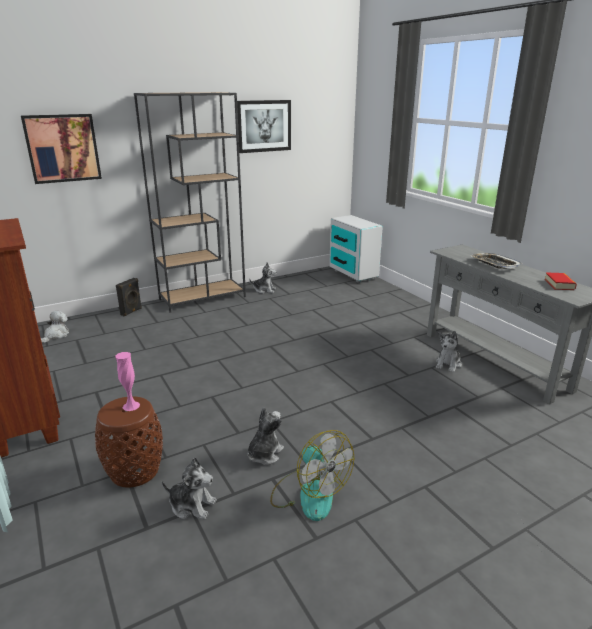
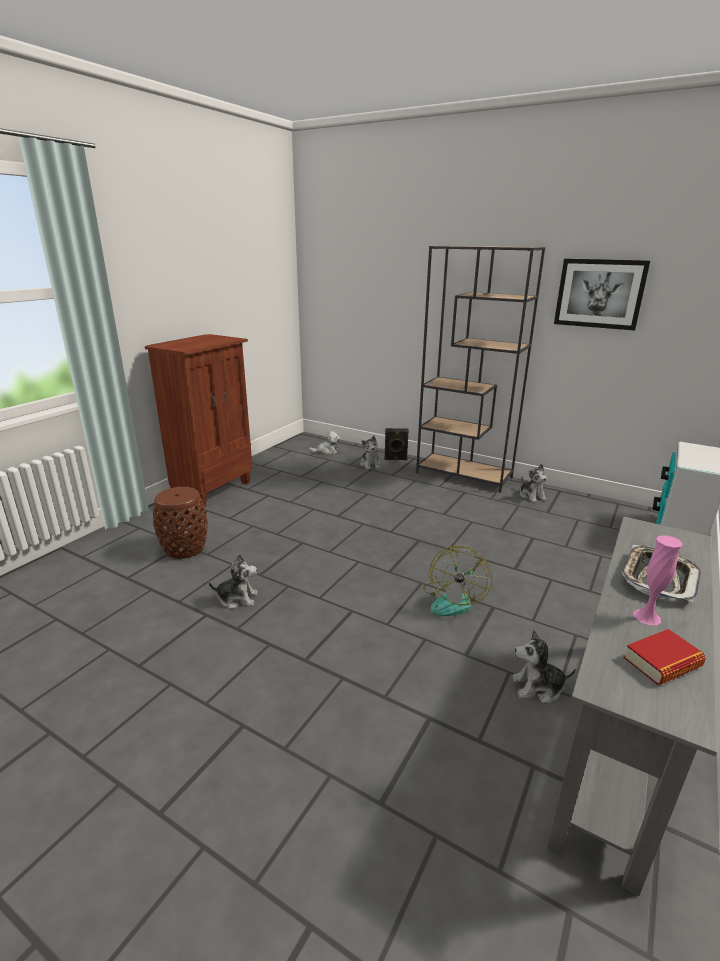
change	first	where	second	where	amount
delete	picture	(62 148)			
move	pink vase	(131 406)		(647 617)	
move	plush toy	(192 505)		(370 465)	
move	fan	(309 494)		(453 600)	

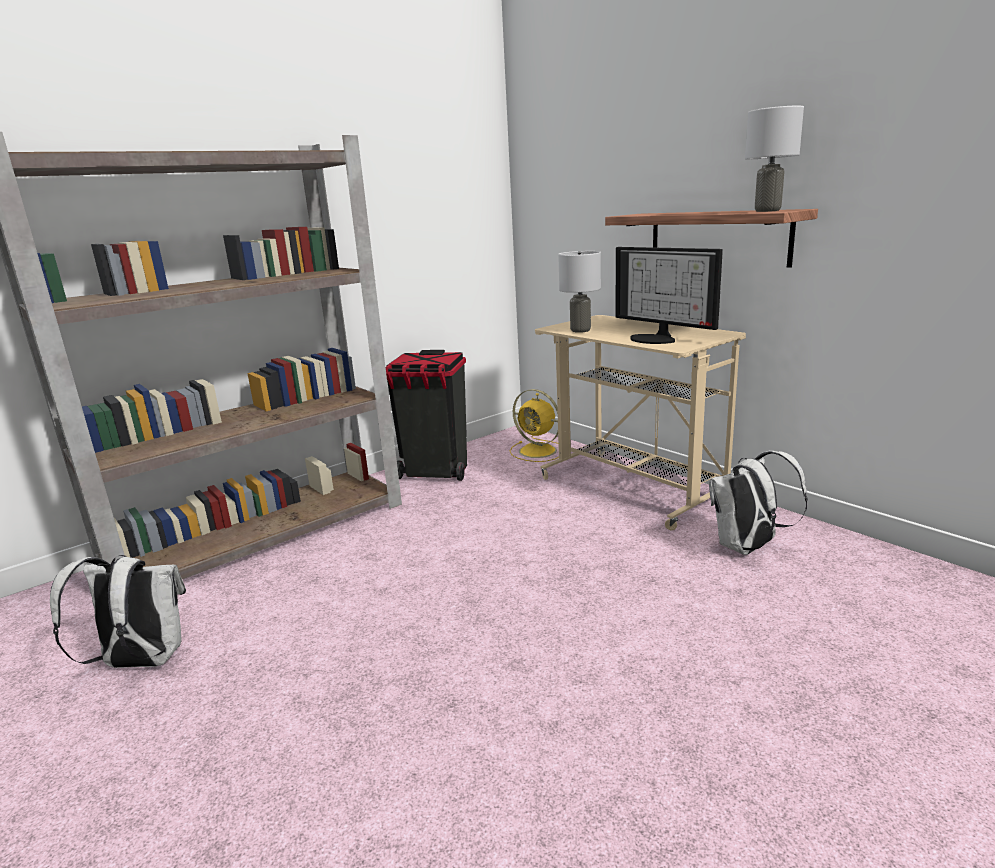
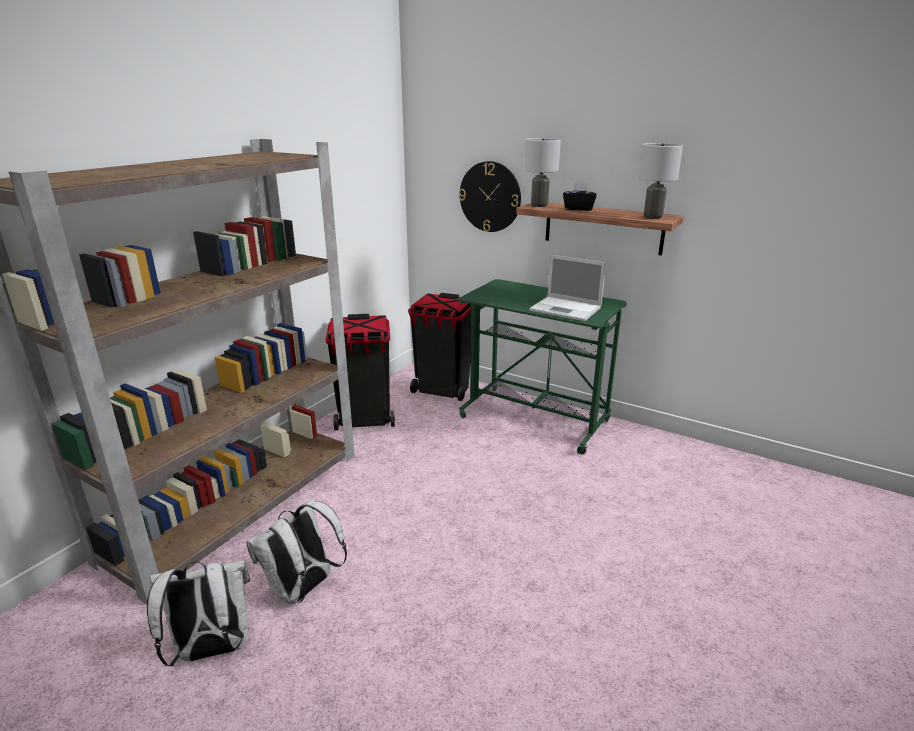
change	first	where	second	where	amount
replace	yellow fan	(539 451)	black trash can	(442 390)	
recolor	beige desk	(632 487)	green desk	(535 419)	
move	white table lamp	(581 330)		(540 205)	
replace	monitor	(656 338)	laptop	(567 309)	
move	white backpack	(747 548)		(303 589)	
insert			wall clock	(490 197)	
insert			black tissue box	(578 209)	

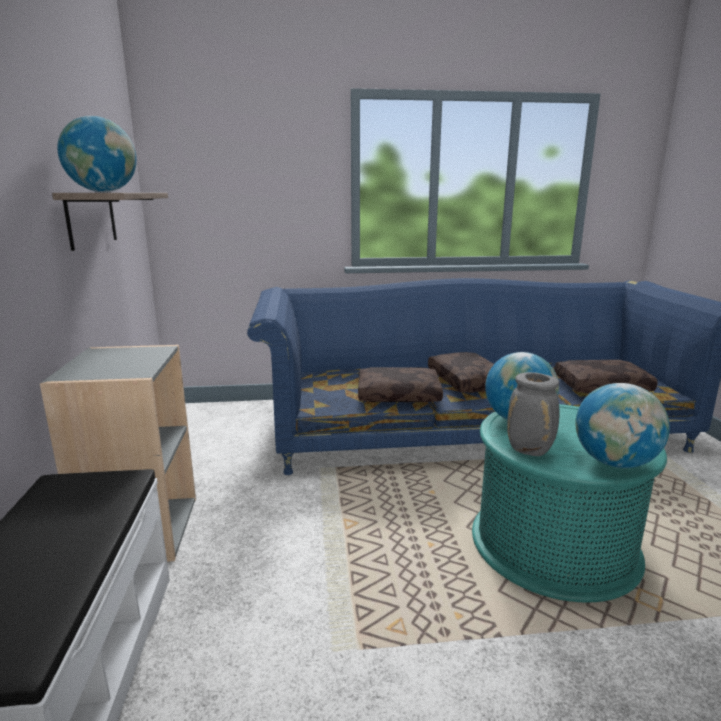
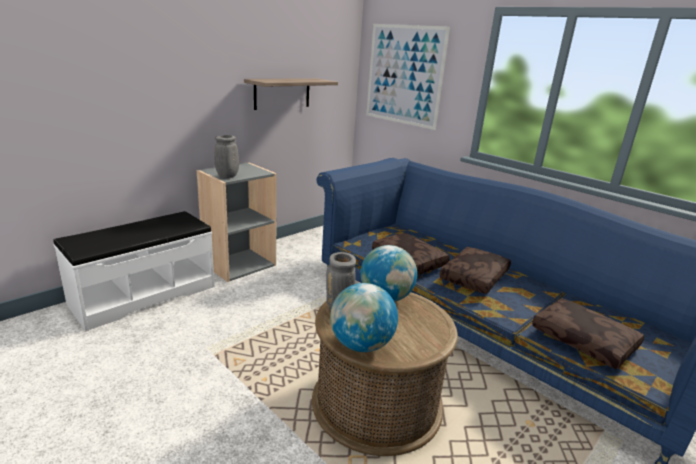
change	first	where	second	where	amount
delete	globe	(103 192)			
recolor	turquoise coffee table	(553 543)	brown coffee table	(376 402)	
insert			grey vase	(227 177)	
insert			picture	(404 75)	

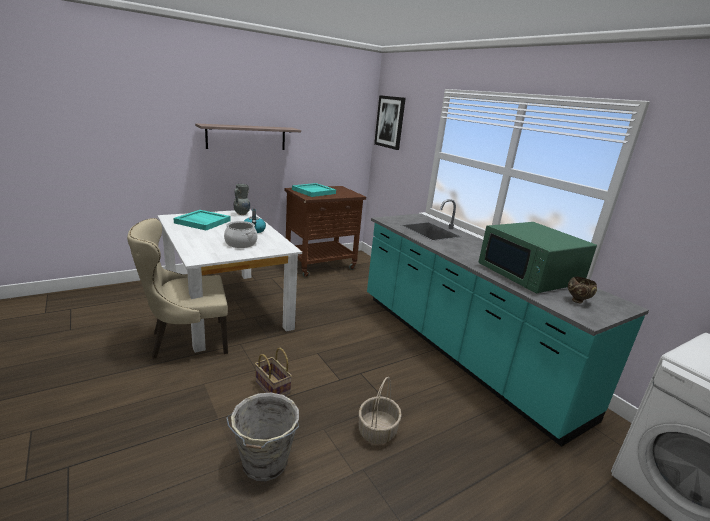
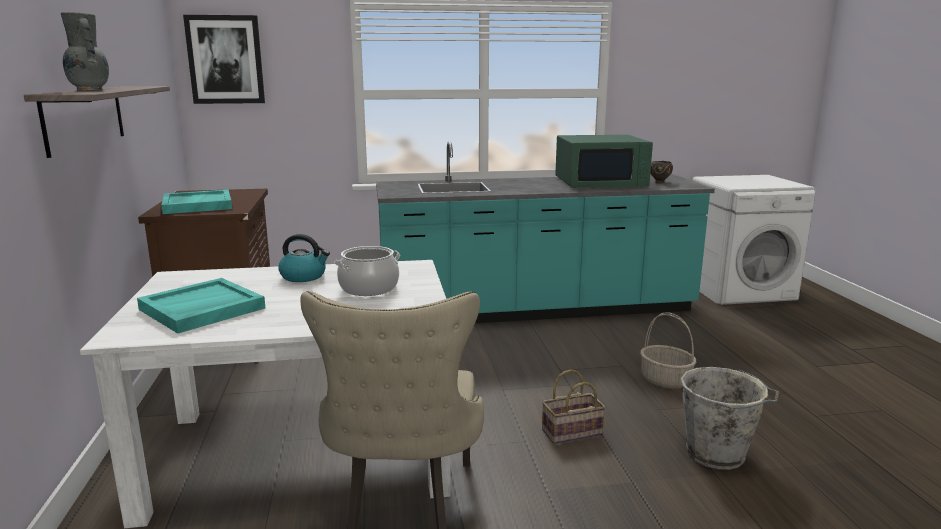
change	first	where	second	where	amount
move	grey vase	(242 214)		(90 90)	

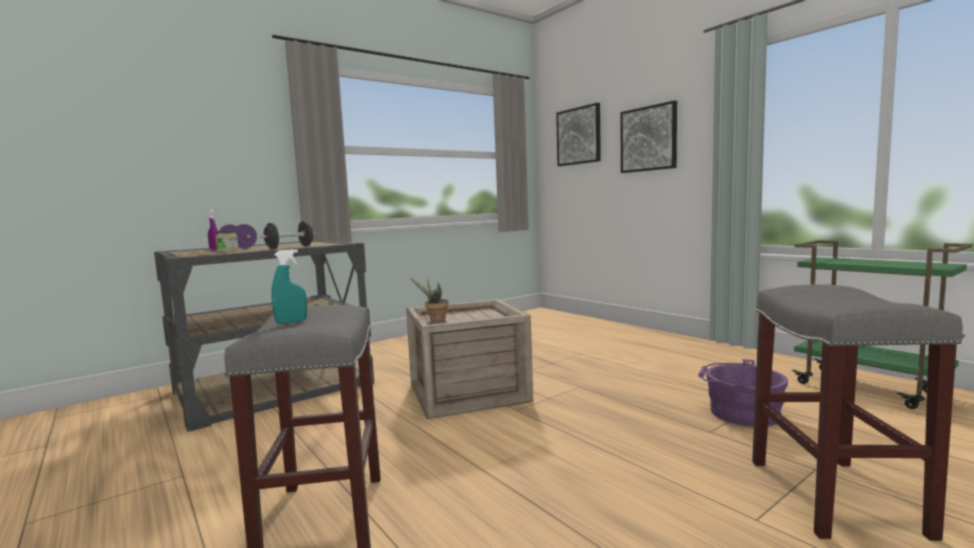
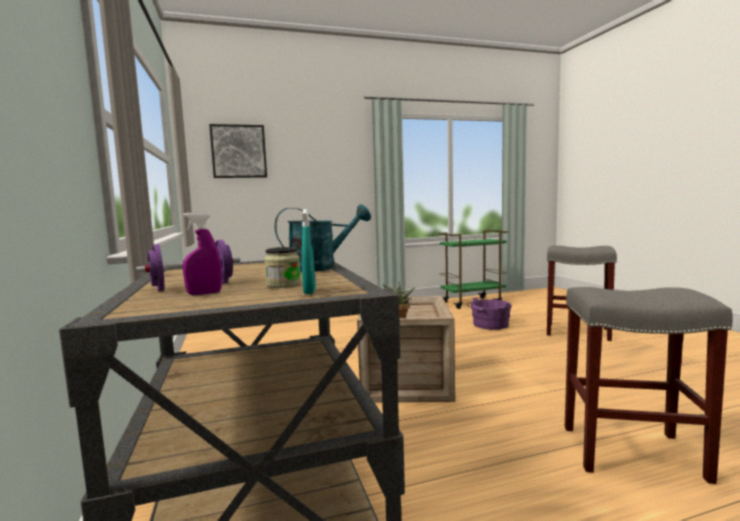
change	first	where	second	where	amount
replace	black dumbbell	(289 247)	turquoise watering can	(321 267)	
move	turquoise spray bottle	(291 322)		(309 291)	
delete	picture	(648 139)			

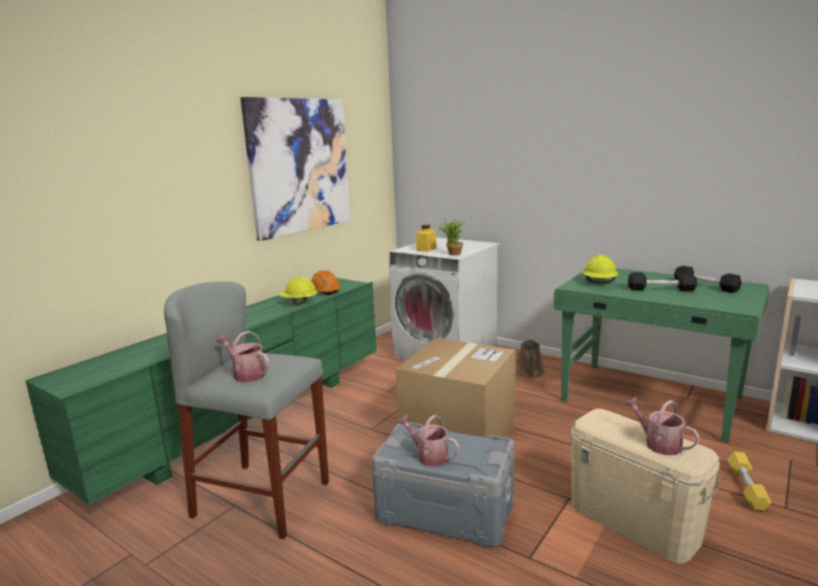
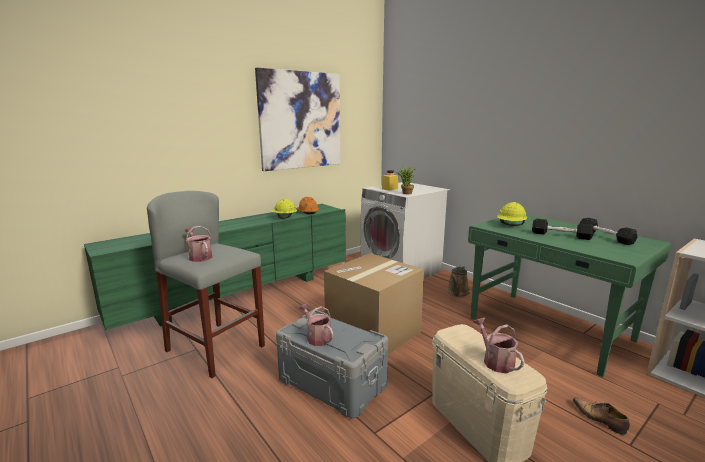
change	first	where	second	where	amount
replace	yellow dumbbell	(746 488)	shoe	(599 419)	

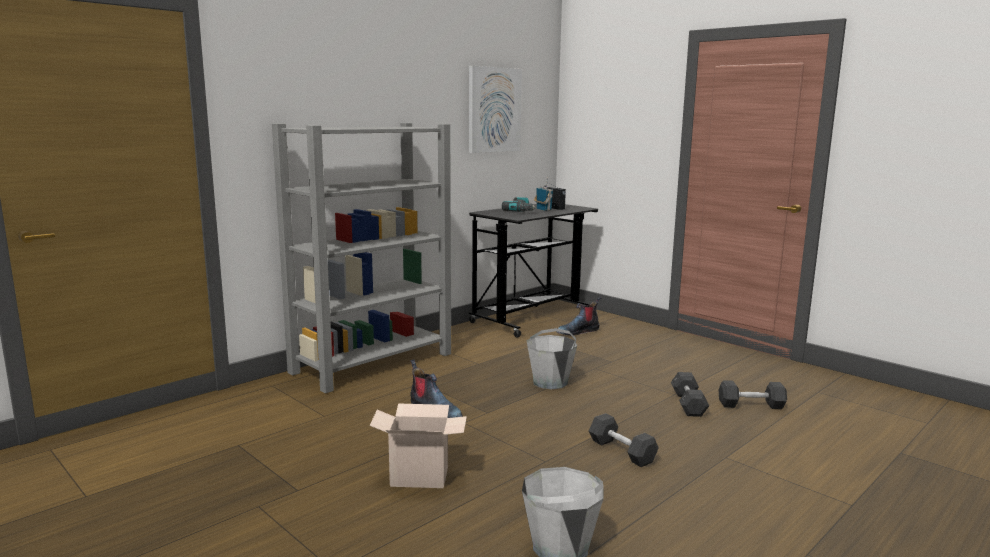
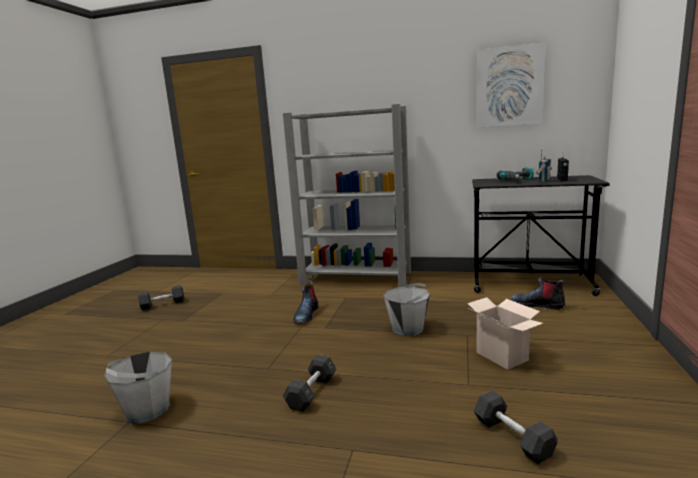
change	first	where	second	where	amount
move	cardboard box	(421 476)		(504 356)	
move	grey dumbbell	(688 404)		(162 304)	

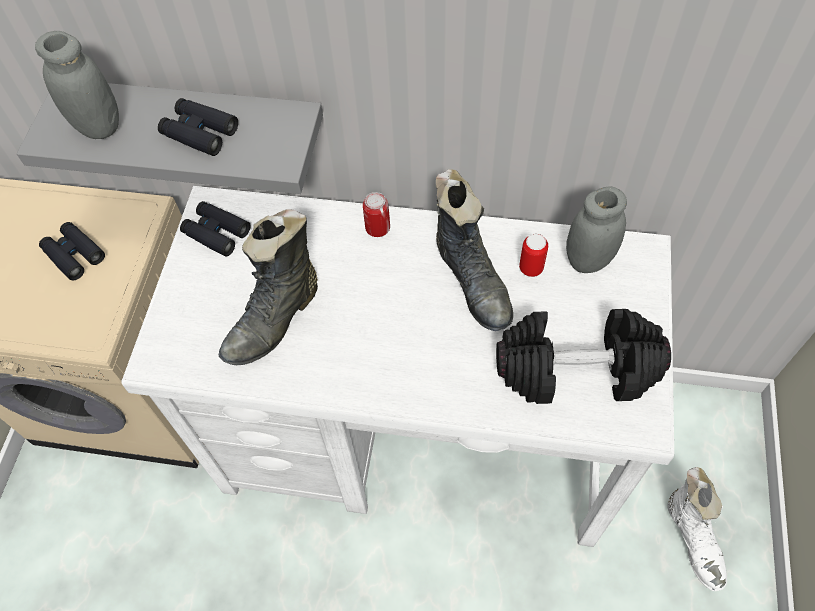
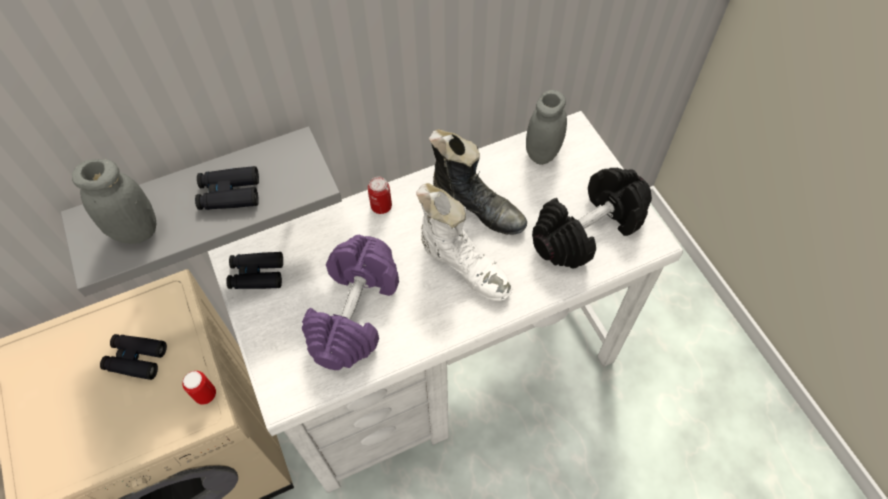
change	first	where	second	where	amount
replace	black boot	(275 320)	purple dumbbell	(355 313)	
move	can	(531 268)		(205 395)	
move	white boot	(693 539)		(464 266)	

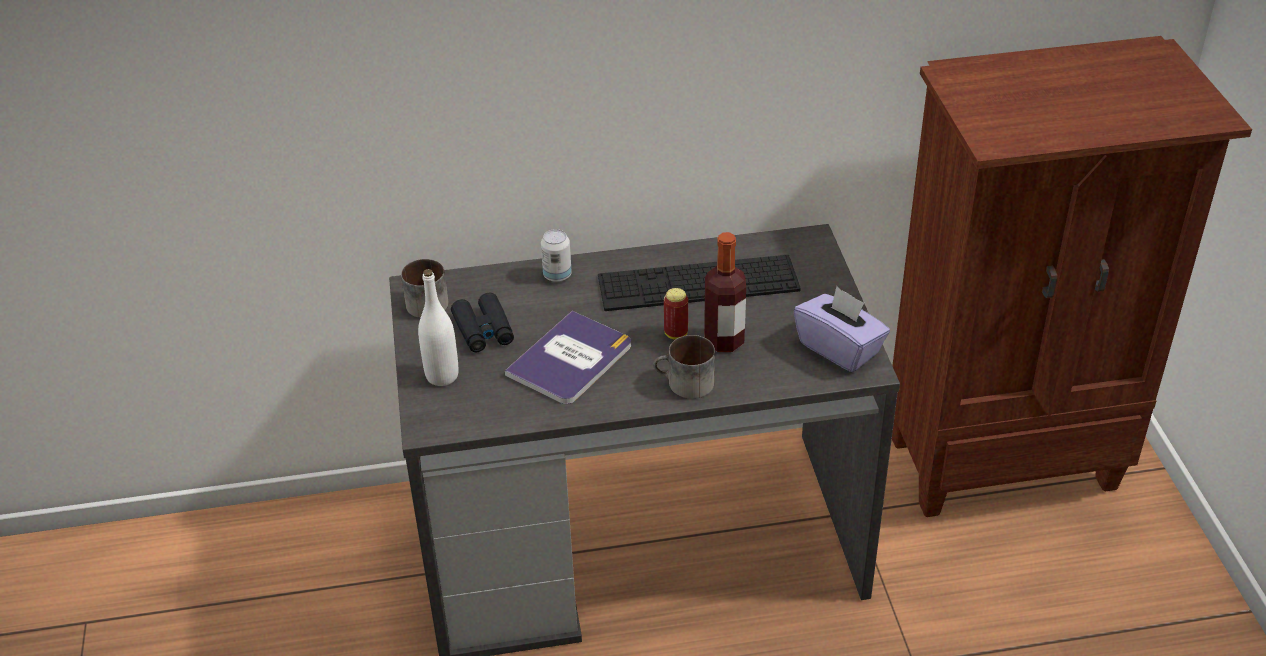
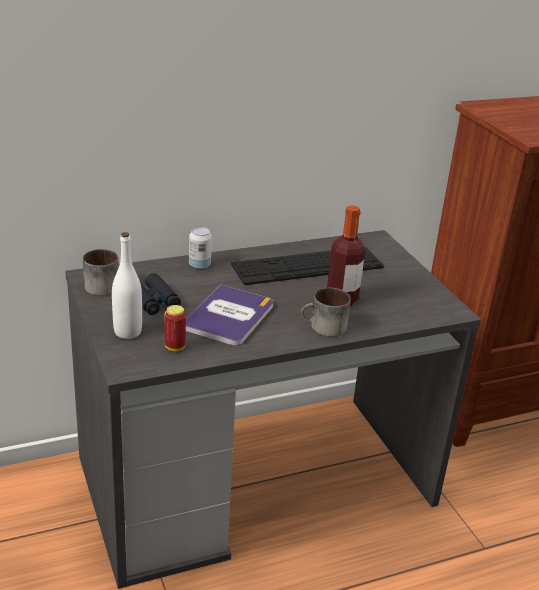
change	first	where	second	where	amount
move	can	(676 334)		(175 347)	
delete	purple tissue box	(839 348)			

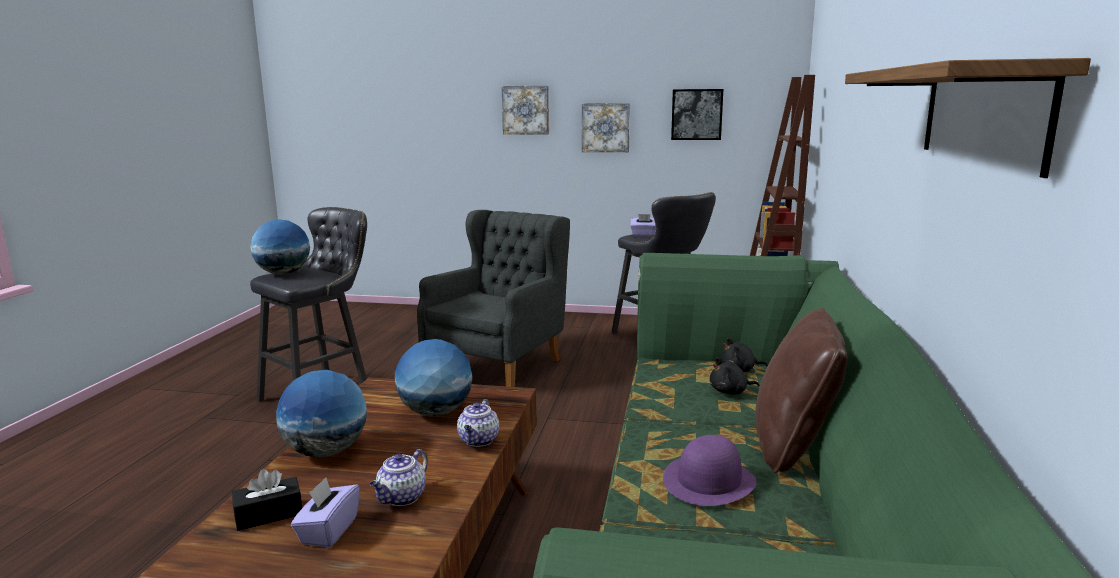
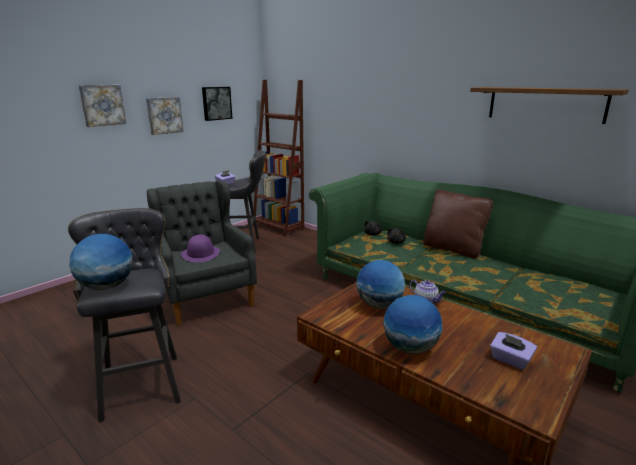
change	first	where	second	where	amount
delete	black tissue box	(269 514)			
delete	teapot	(401 498)			
move	purple hat	(709 481)		(200 254)	

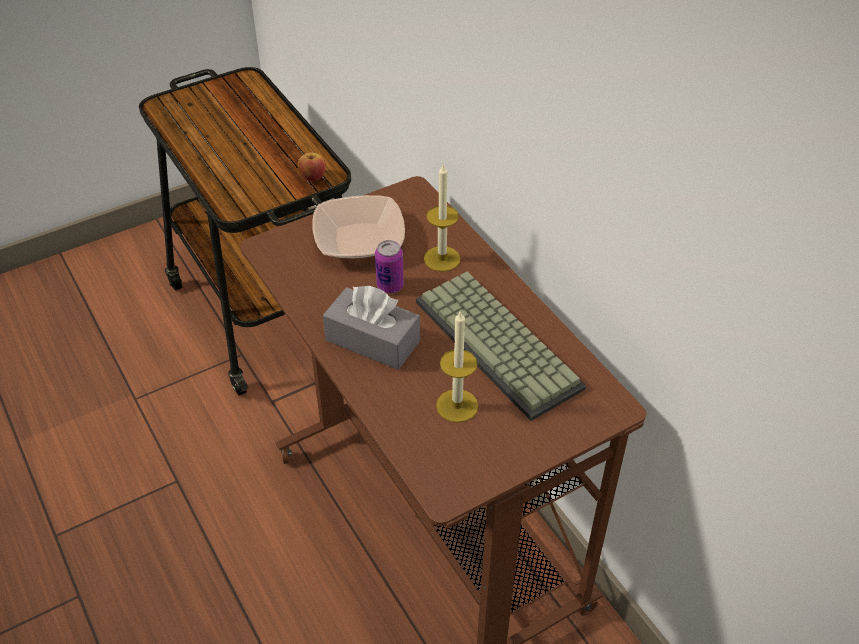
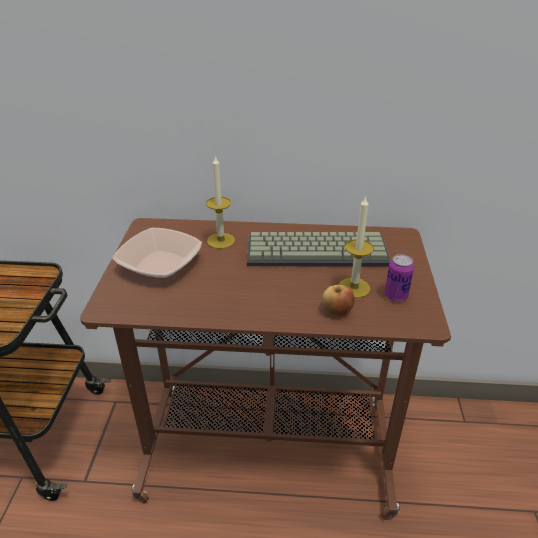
change	first	where	second	where	amount
move	apple	(312 177)		(337 311)	
delete	grey tissue box	(372 340)			
move	can	(390 286)		(395 296)	

